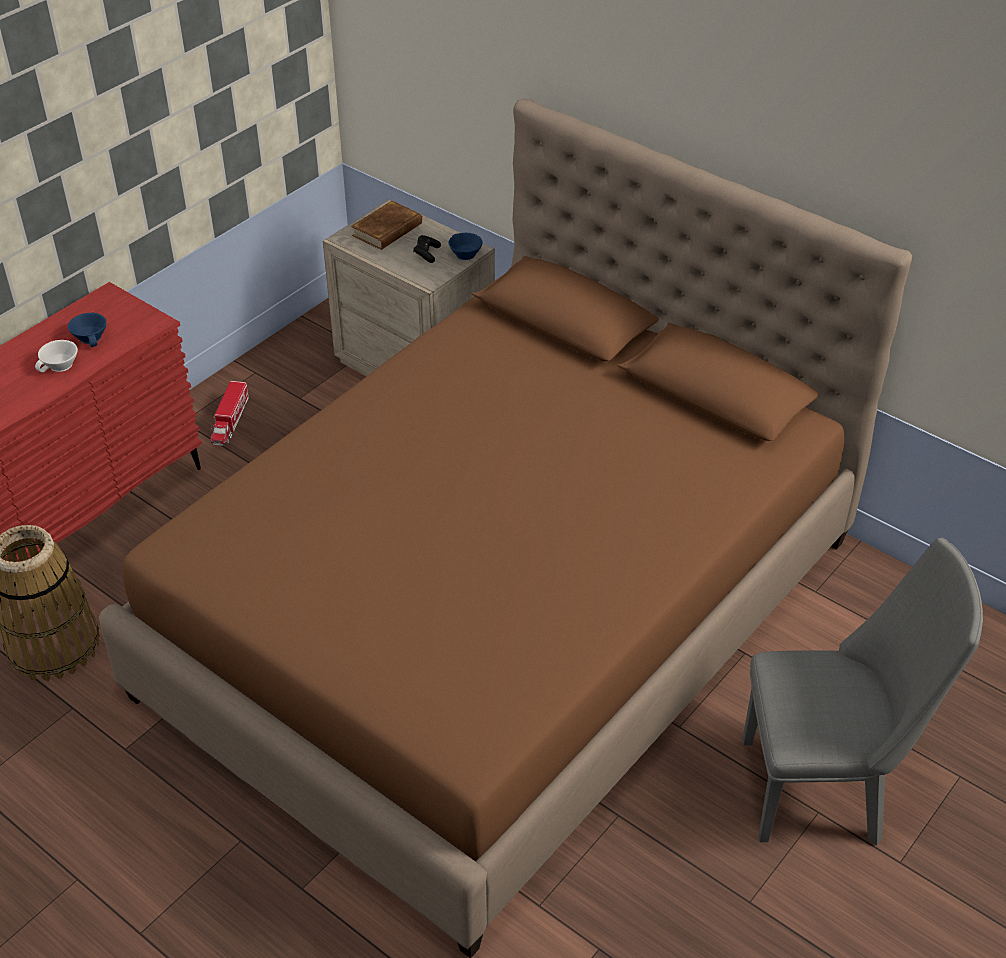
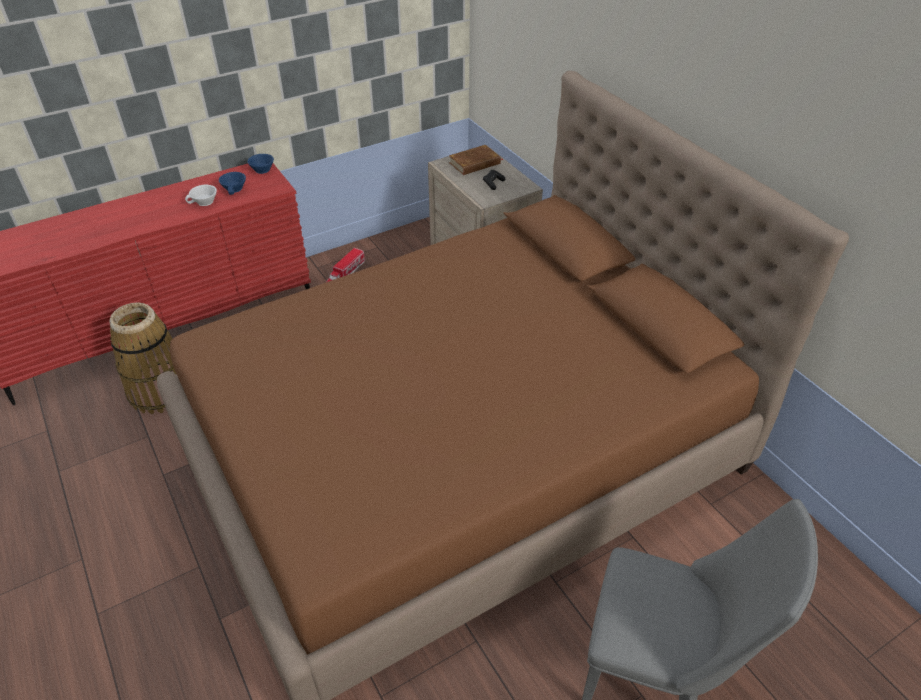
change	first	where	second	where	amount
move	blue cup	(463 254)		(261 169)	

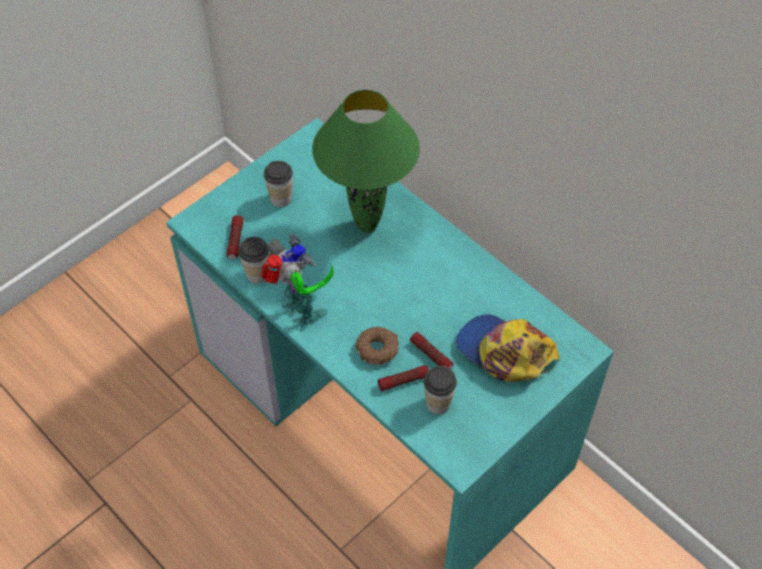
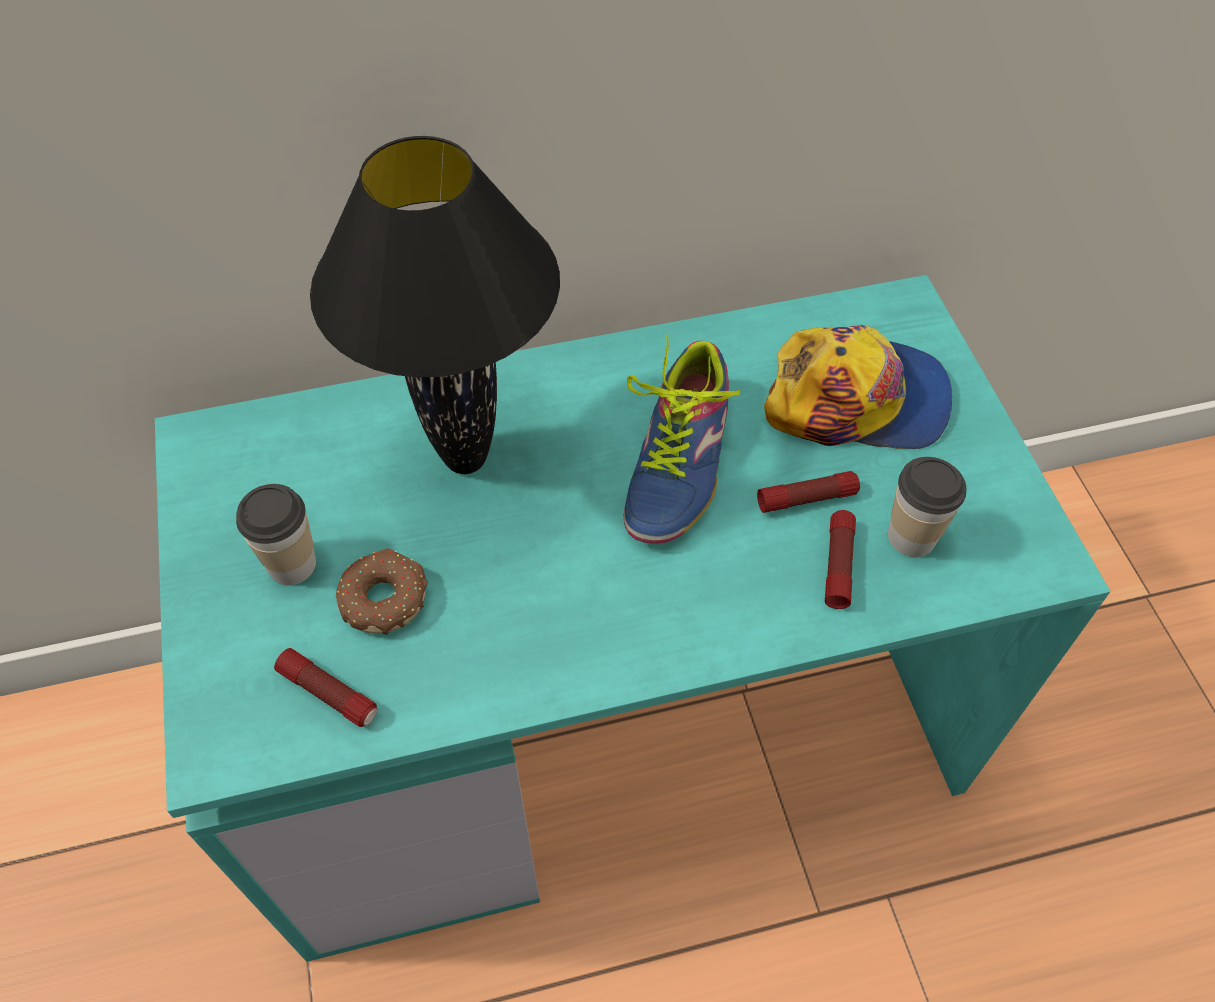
change	first	where	second	where	amount
delete	cup	(257 274)			
delete	toy robot	(301 315)			
recolor	green table lamp	(367 226)	black table lamp	(467 460)	
move	donut	(378 349)		(384 598)	
rotate	cap	(504 352)		(857 400)	150 degrees counterclockwise
insert			shoe	(679 461)	

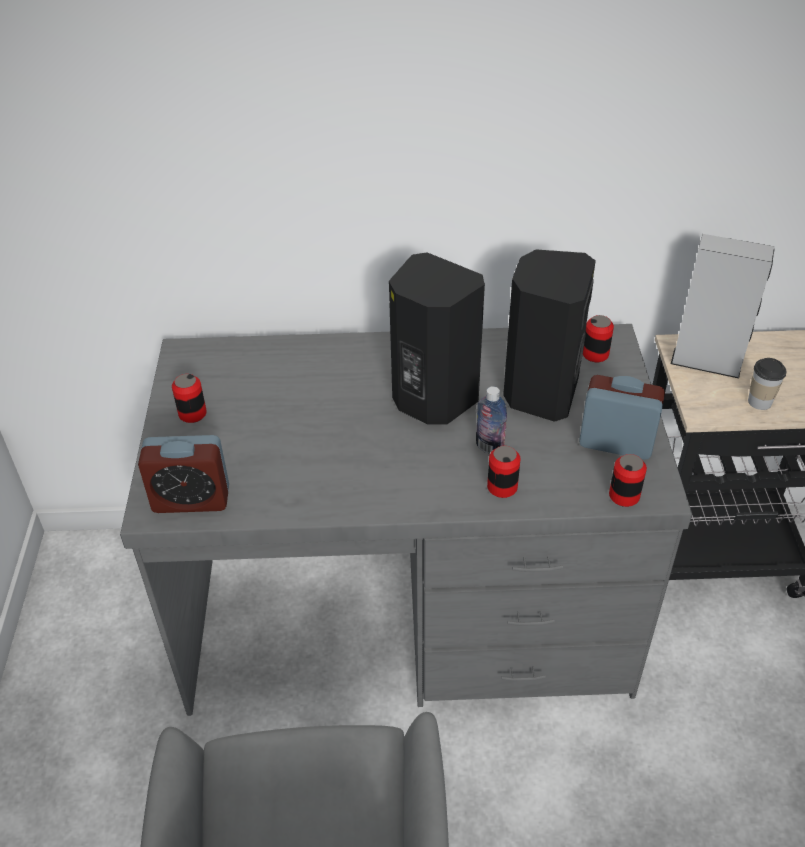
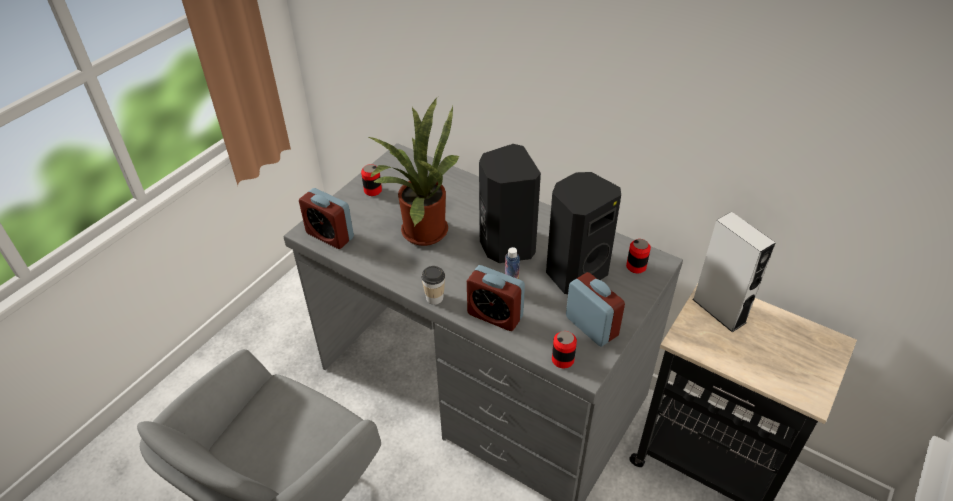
change	first	where	second	where	amount
replace	can	(502 487)	alarm clock	(495 315)	
move	cup	(759 402)		(434 298)	
insert			potted plant	(420 229)	

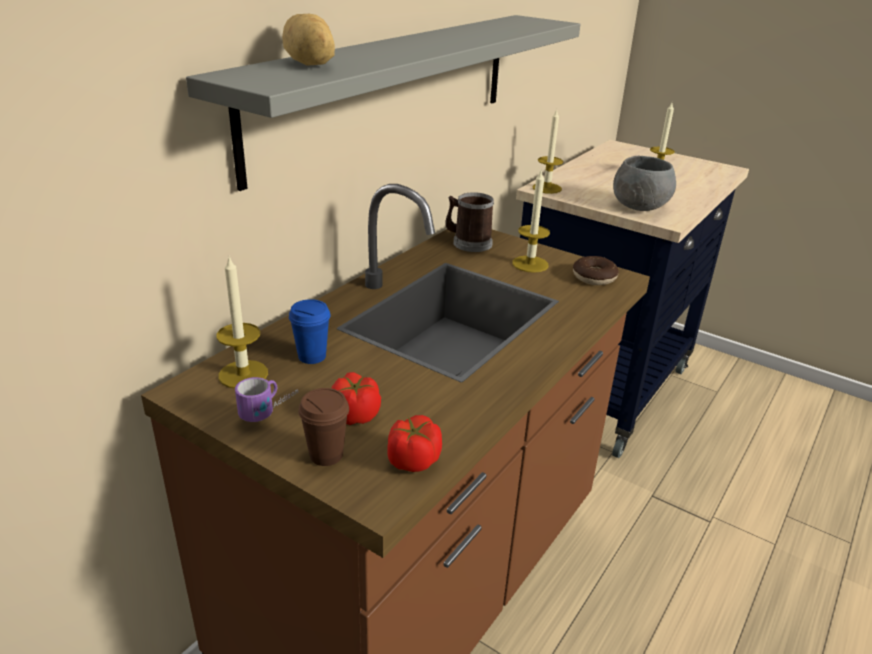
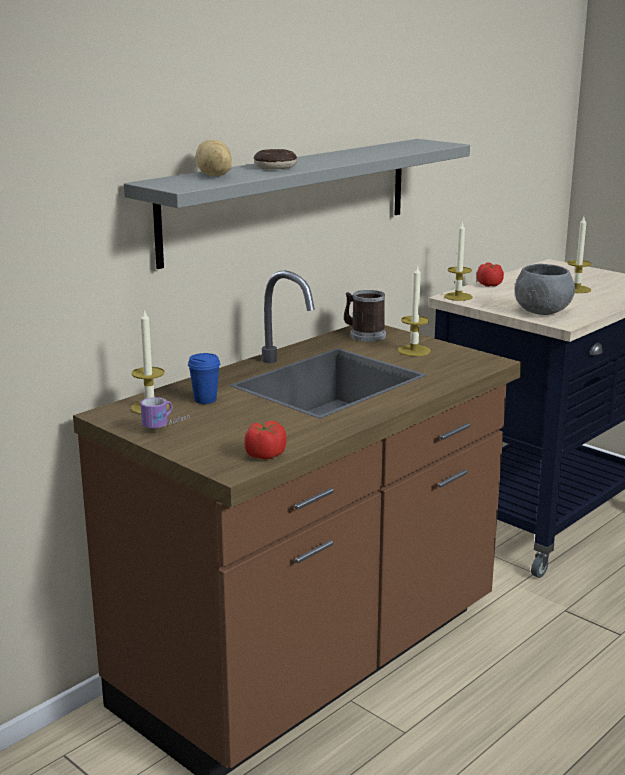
change	first	where	second	where	amount
delete	brown cup	(326 455)			
move	tomato	(355 415)		(489 285)	
move	donut	(594 277)		(275 167)	

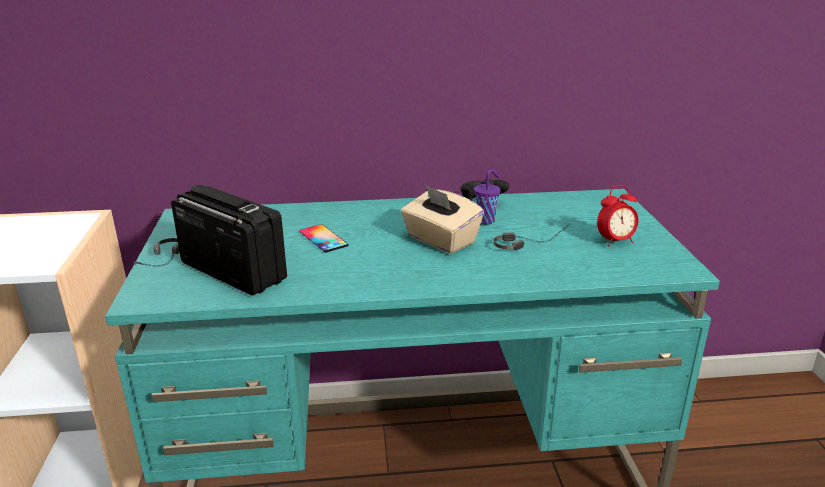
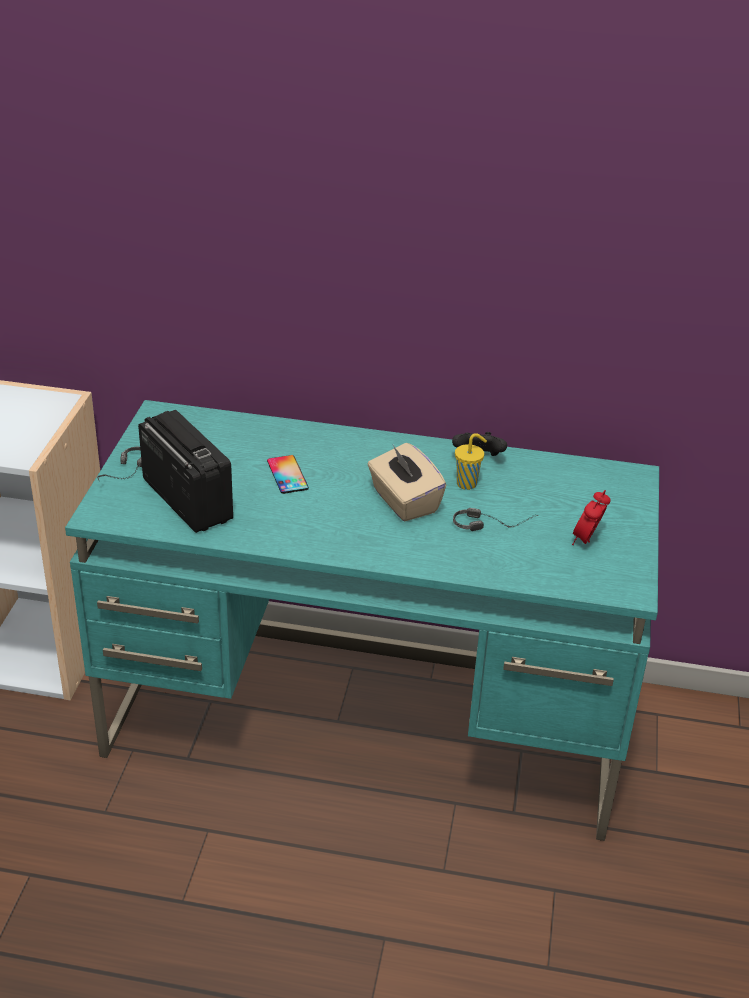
change	first	where	second	where	amount
recolor	purple cup	(486 220)	yellow cup	(468 484)	
rotate	alarm clock	(615 241)		(587 540)	120 degrees clockwise

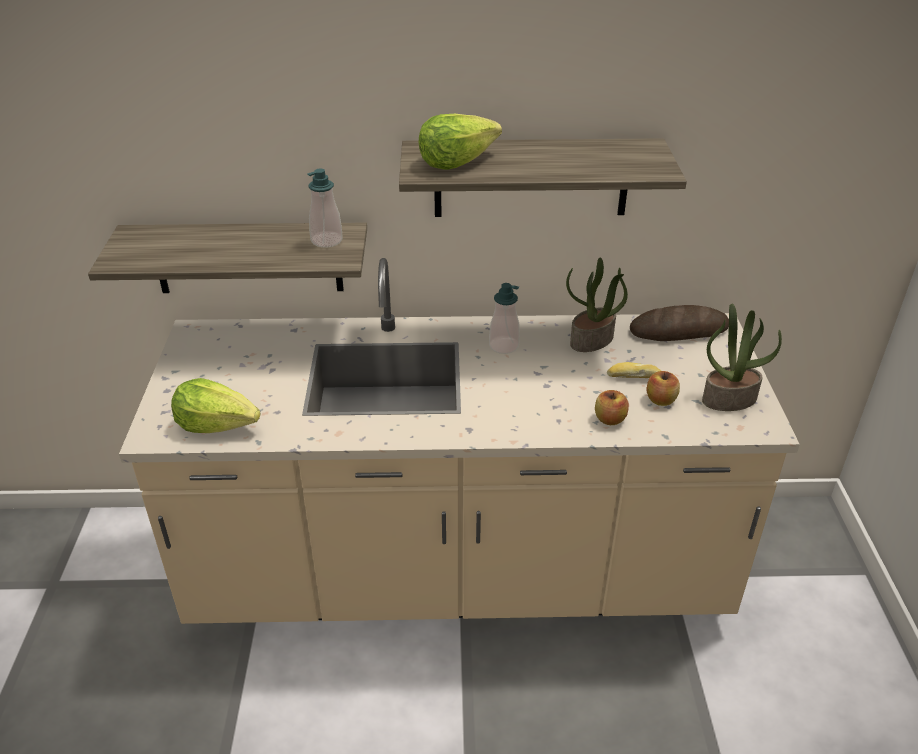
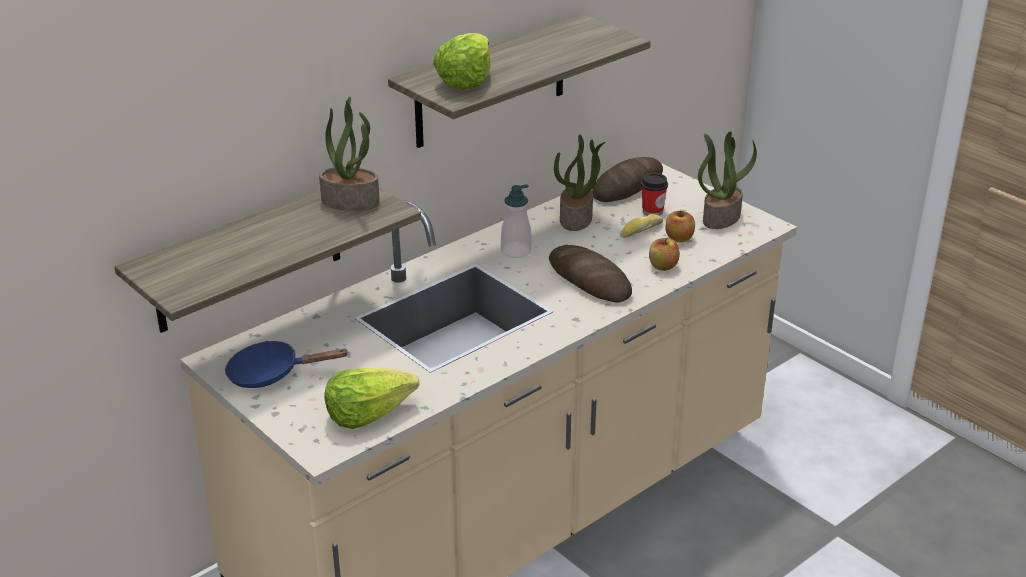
change	first	where	second	where	amount
replace	soap dispenser	(326 240)	potted plant	(351 201)	
insert			blue frying pan	(271 374)	
insert			bread	(589 279)	
insert			cup	(652 211)	

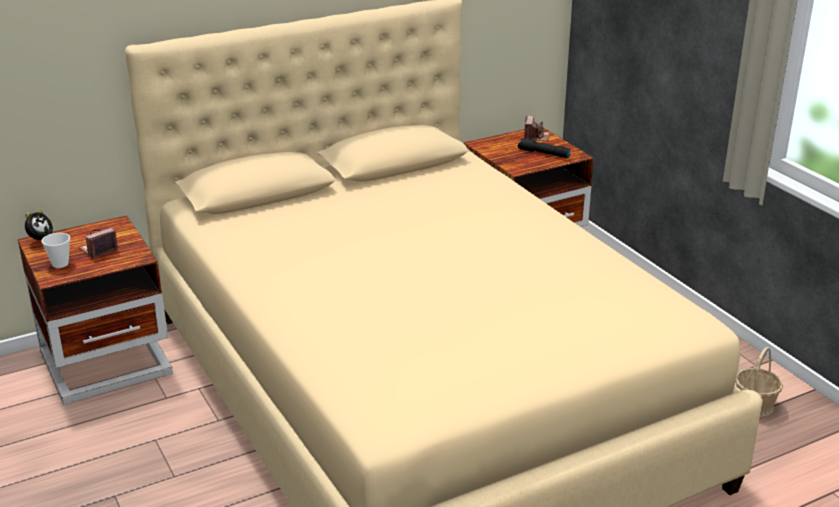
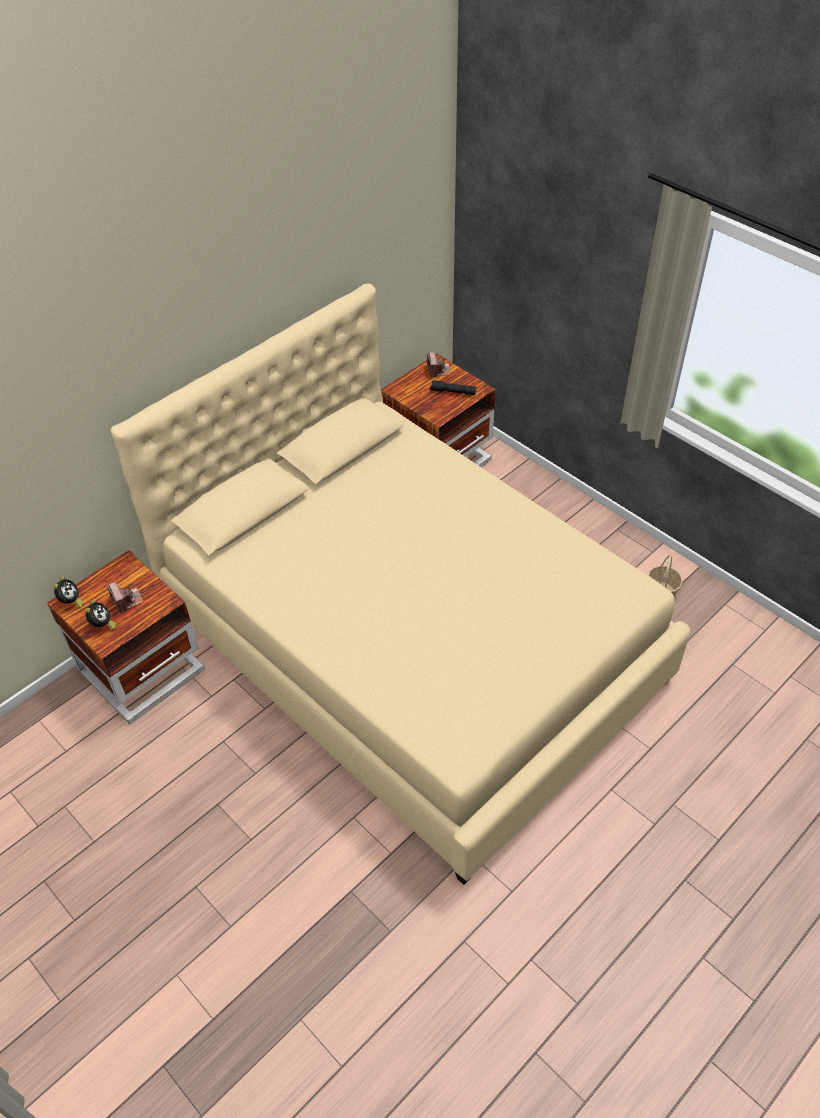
change	first	where	second	where	amount
replace	cup	(60 264)	alarm clock	(102 625)	
rotate	photo camera	(98 250)		(127 600)	120 degrees clockwise

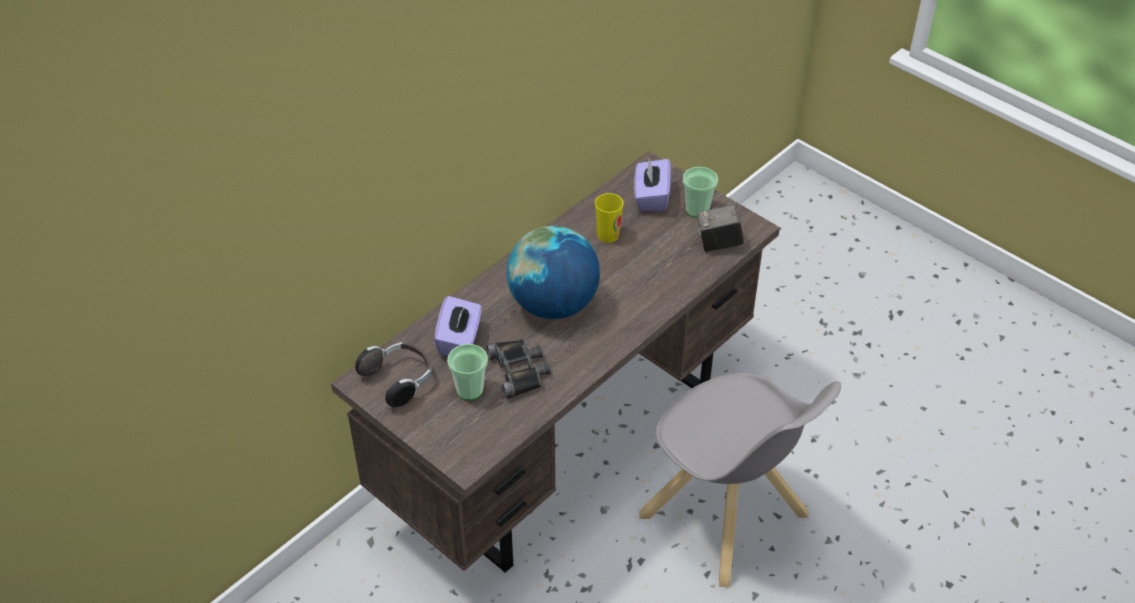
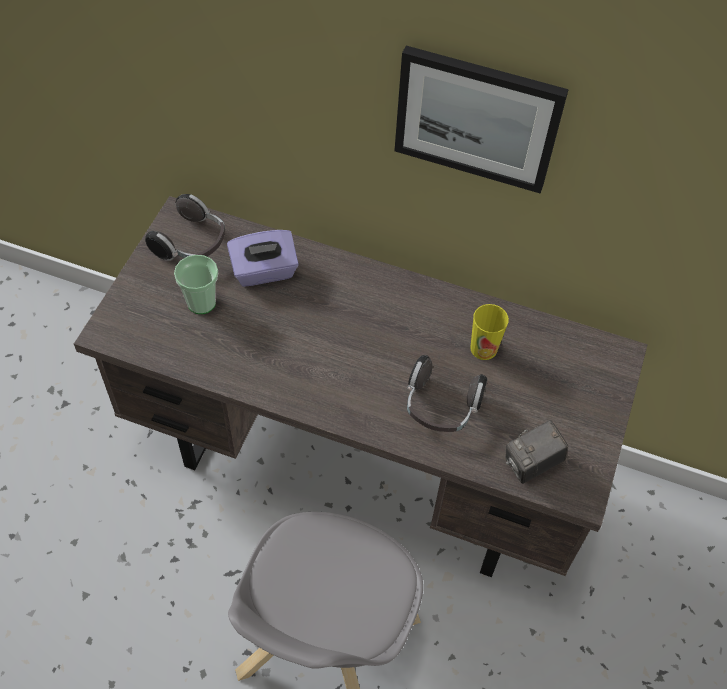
change	first	where	second	where	amount
delete	black binoculars	(519 370)			
delete	globe	(553 304)			
delete	purple tissue box	(651 197)			
delete	cup	(697 210)			
rotate	photo camera	(718 244)		(531 465)	90 degrees counterclockwise
insert			picture	(477 118)	
insert			headphones	(441 407)	

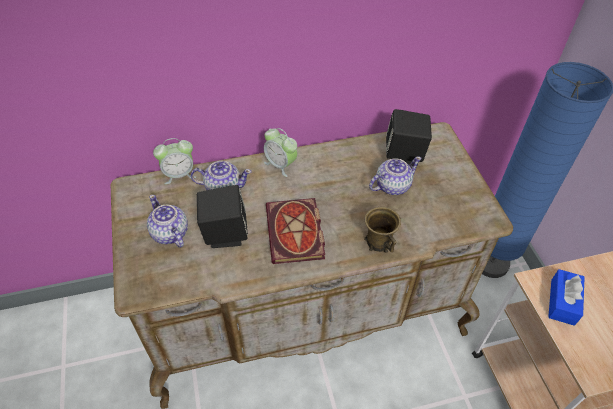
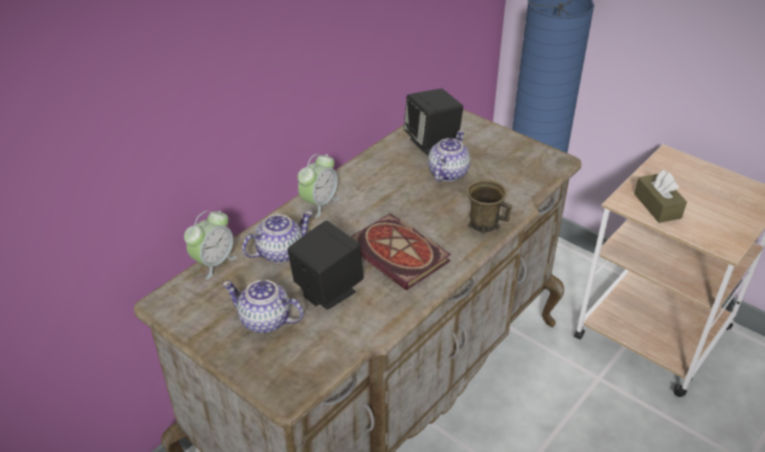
change	first	where	second	where	amount
rotate	alarm clock	(280 165)		(319 203)	60 degrees counterclockwise
recolor	blue tissue box	(562 302)	brown tissue box	(657 206)	

